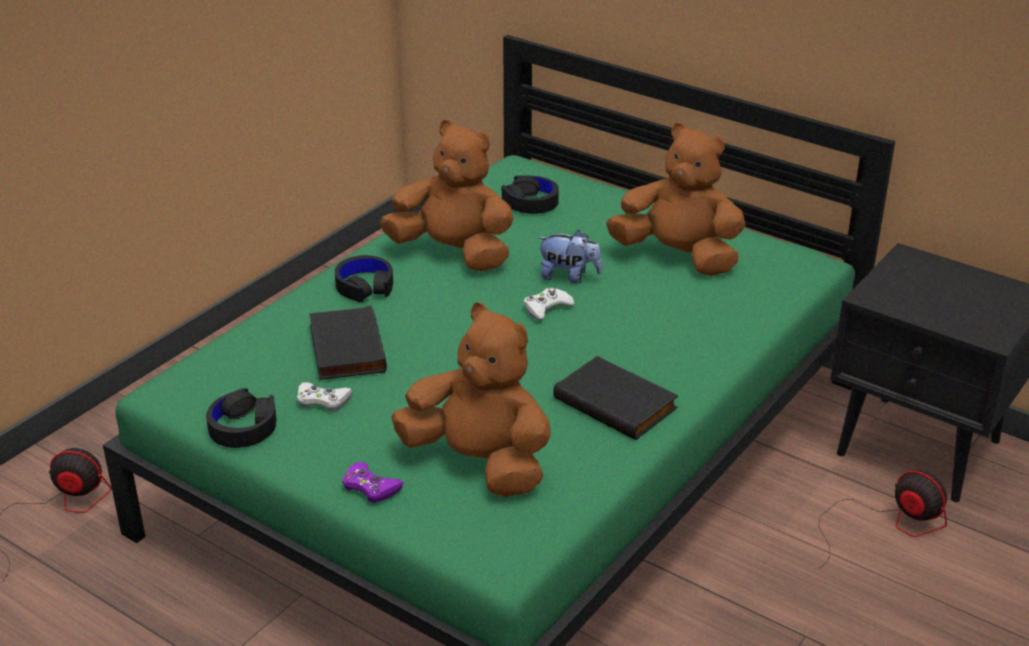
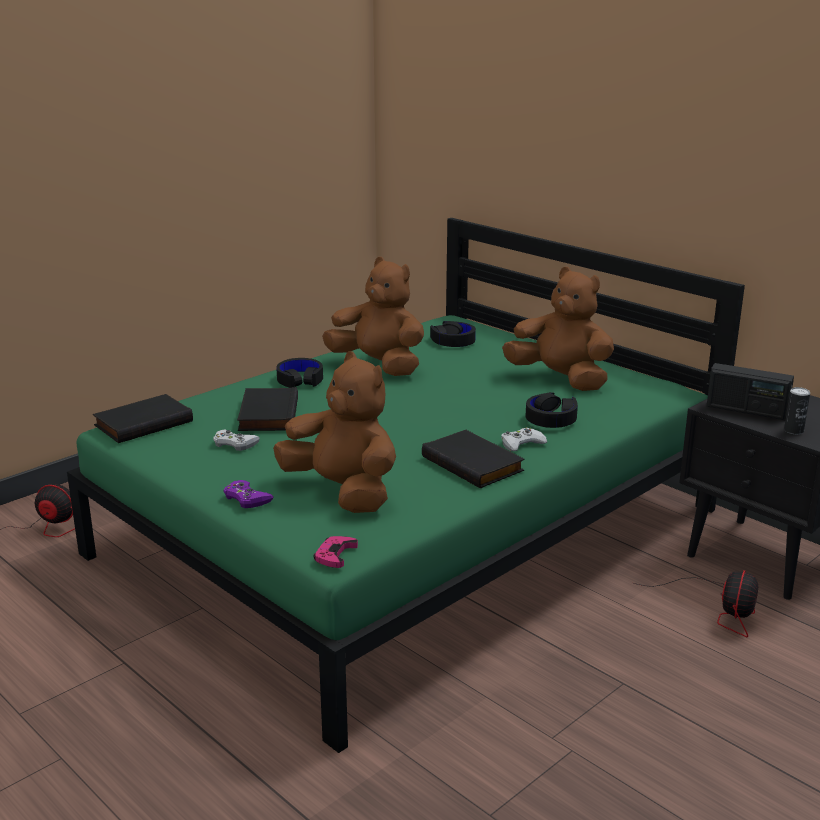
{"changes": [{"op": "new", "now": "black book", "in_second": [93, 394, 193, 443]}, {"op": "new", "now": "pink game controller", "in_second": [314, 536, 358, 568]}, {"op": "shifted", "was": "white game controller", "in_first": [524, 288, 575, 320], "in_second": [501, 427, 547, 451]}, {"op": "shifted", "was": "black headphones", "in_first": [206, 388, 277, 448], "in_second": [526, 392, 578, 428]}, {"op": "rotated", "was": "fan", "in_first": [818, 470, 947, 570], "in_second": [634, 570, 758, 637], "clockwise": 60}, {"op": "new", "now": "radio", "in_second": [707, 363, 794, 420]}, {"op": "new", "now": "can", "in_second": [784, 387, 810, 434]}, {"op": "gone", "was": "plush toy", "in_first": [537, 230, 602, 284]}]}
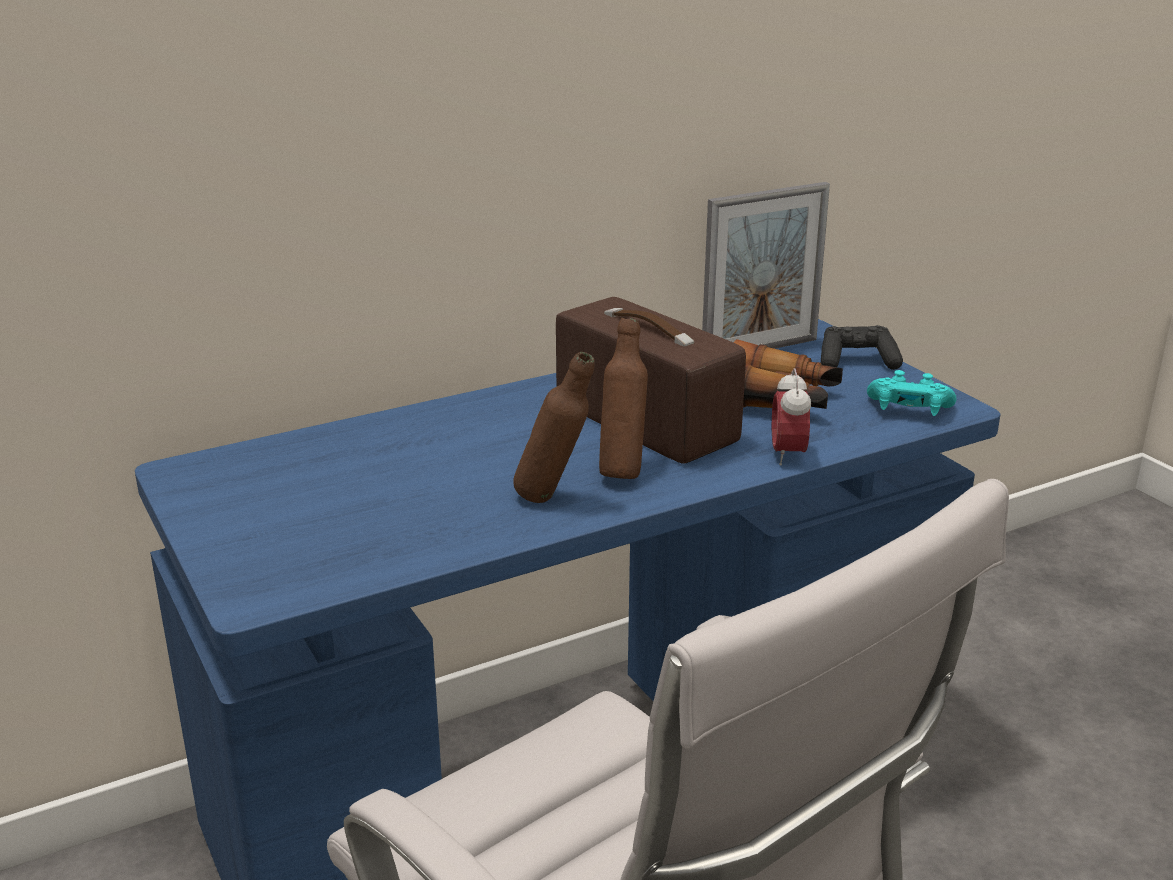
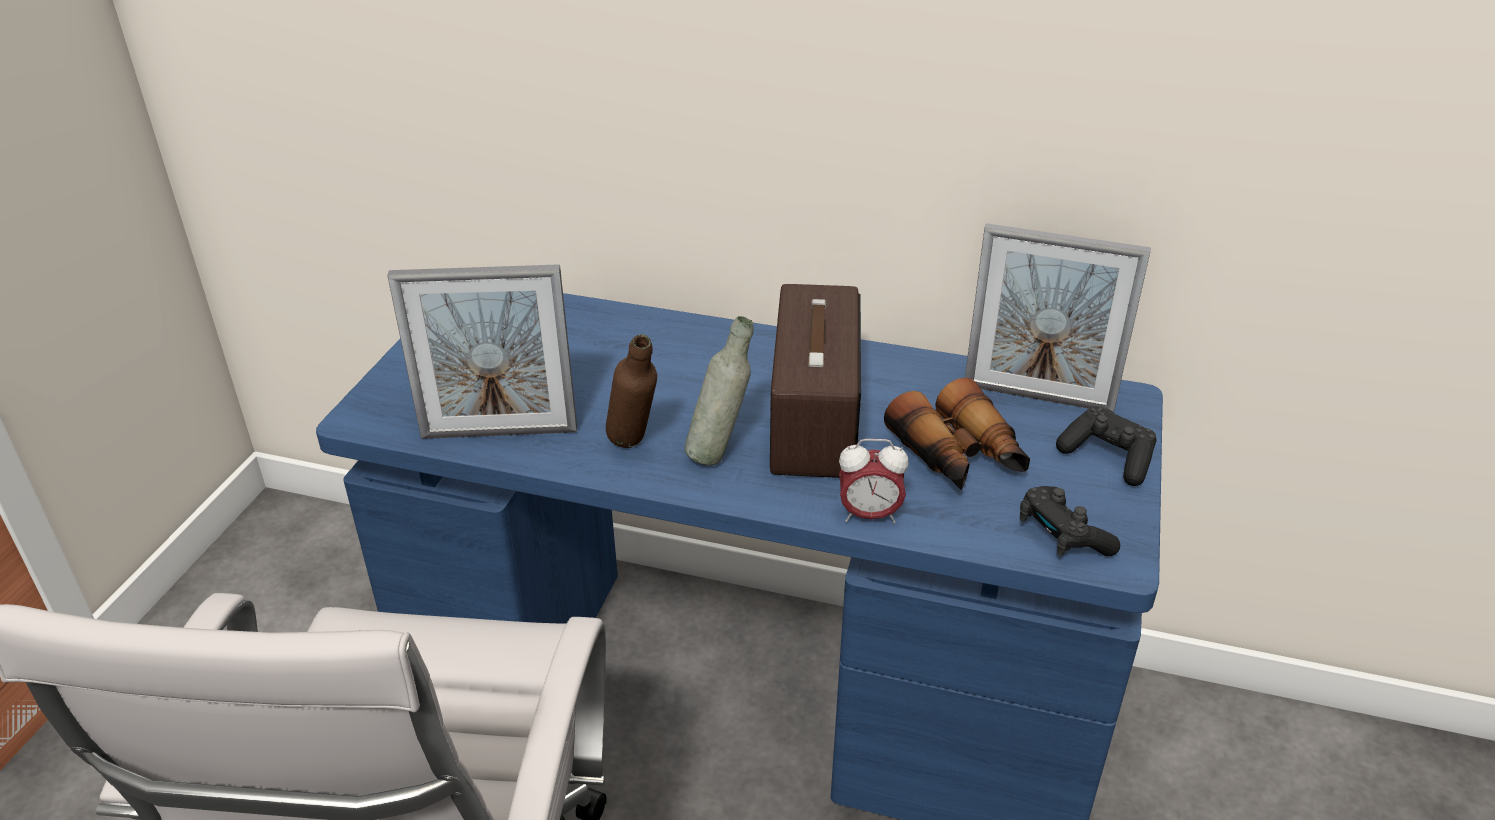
{"changes": [{"op": "new", "now": "picture frame", "in_second": [387, 264, 577, 439]}, {"op": "repainted", "was": "brown bottle", "now": "grey bottle", "in_first": [599, 318, 648, 479], "in_second": [684, 316, 753, 466]}, {"op": "rotated", "was": "alarm clock", "in_first": [772, 368, 811, 466], "in_second": [839, 439, 909, 523], "clockwise": -135}, {"op": "repainted", "was": "turquoise game controller", "now": "black game controller", "in_first": [867, 370, 957, 416], "in_second": [1020, 486, 1120, 556]}]}
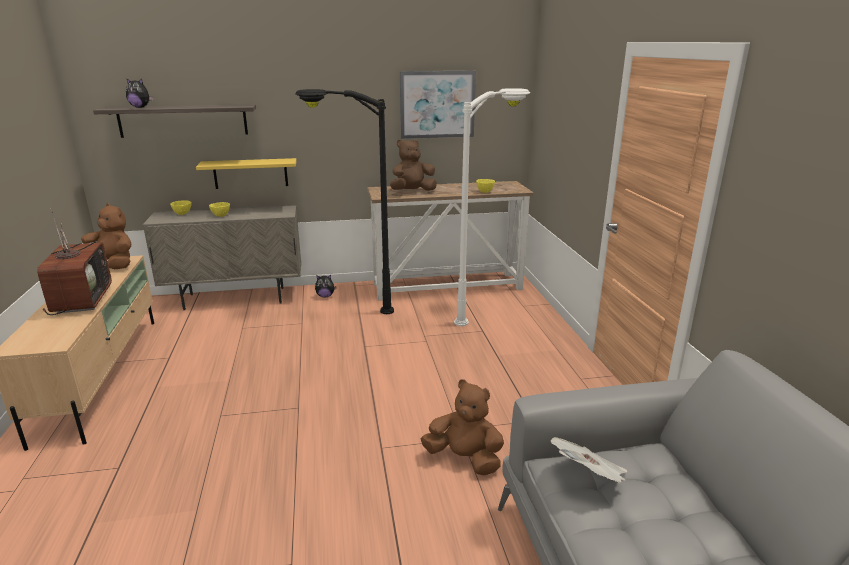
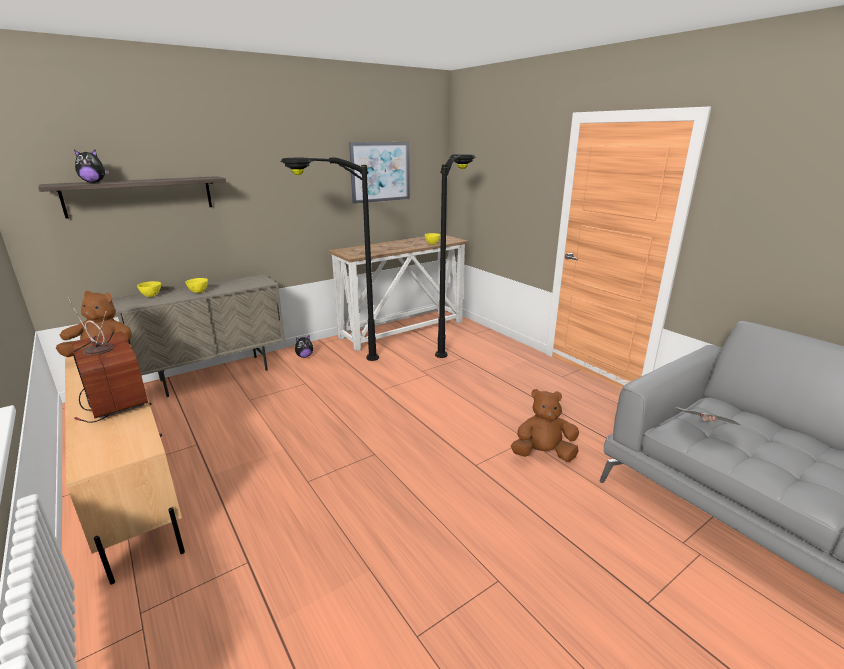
{"changes": [{"op": "repainted", "was": "white floor lamp", "now": "black floor lamp", "in_first": [454, 88, 530, 326], "in_second": [435, 154, 476, 358]}, {"op": "gone", "was": "yellow shelf", "in_first": [196, 158, 297, 189]}, {"op": "gone", "was": "brown plush toy", "in_first": [390, 140, 437, 191]}]}
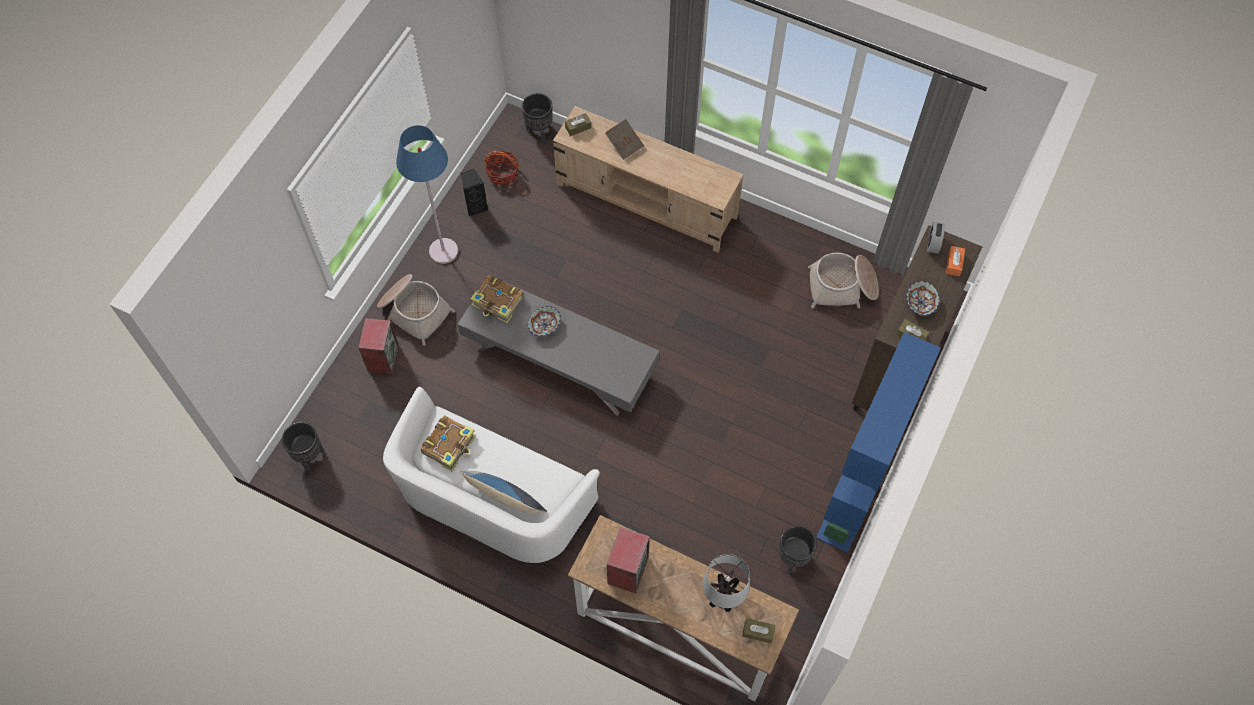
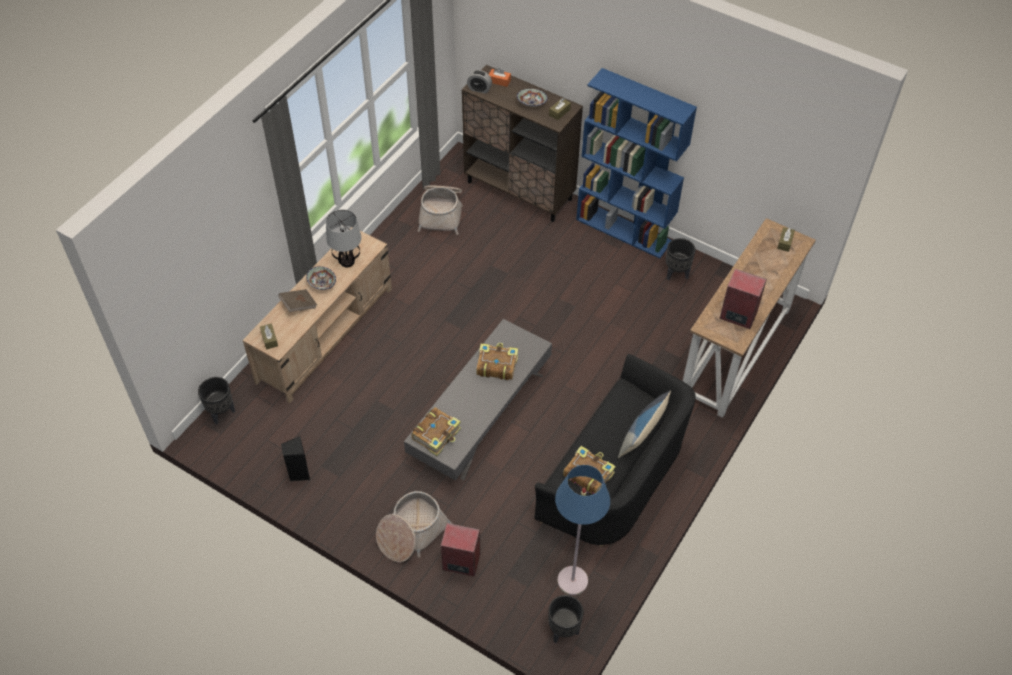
{"changes": [{"op": "shifted", "was": "bowl", "in_first": [528, 306, 561, 336], "in_second": [306, 266, 336, 290]}, {"op": "shifted", "was": "table lamp", "in_first": [702, 554, 750, 612], "in_second": [326, 210, 361, 267]}, {"op": "new", "now": "book", "in_second": [476, 343, 518, 380]}, {"op": "repainted", "was": "white sofa", "now": "black sofa", "in_first": [383, 387, 600, 563], "in_second": [535, 354, 696, 546]}, {"op": "shifted", "was": "blue floor lamp", "in_first": [396, 125, 458, 264], "in_second": [555, 465, 610, 595]}, {"op": "gone", "was": "basket", "in_first": [484, 151, 519, 186]}]}
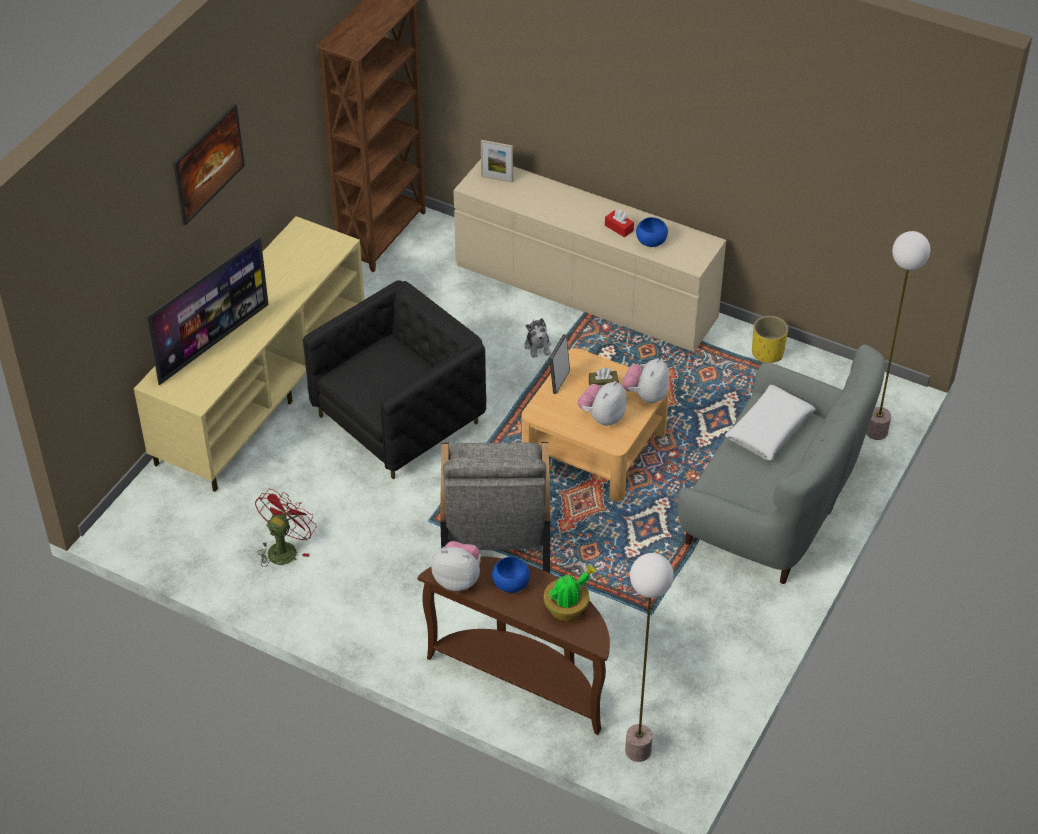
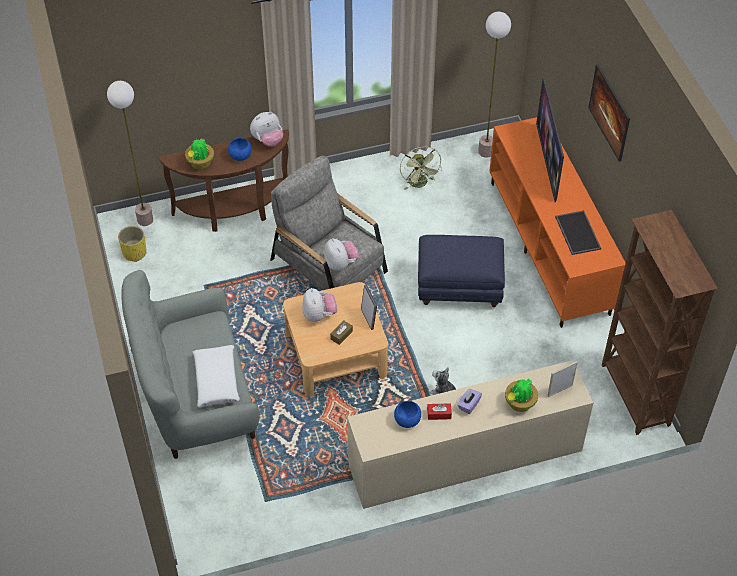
{"changes": [{"op": "shifted", "was": "yellow planter", "in_first": [752, 316, 788, 363], "in_second": [118, 226, 147, 262]}, {"op": "shifted", "was": "plush toy", "in_first": [622, 358, 669, 403], "in_second": [324, 238, 359, 271]}, {"op": "repainted", "was": "red fan", "now": "green fan", "in_first": [255, 489, 317, 567], "in_second": [400, 147, 442, 190]}, {"op": "swapped", "was": "black armchair", "now": "blue ottoman", "in_first": [303, 280, 486, 479], "in_second": [418, 235, 505, 307]}, {"op": "new", "now": "purple tissue box", "in_second": [457, 389, 482, 414]}, {"op": "shifted", "was": "floor lamp", "in_first": [866, 231, 930, 440], "in_second": [478, 12, 511, 158]}, {"op": "repainted", "was": "beige tv stand", "now": "orange tv stand", "in_first": [134, 216, 364, 492], "in_second": [489, 117, 626, 328]}, {"op": "new", "now": "potted plant", "in_second": [505, 379, 538, 412]}, {"op": "new", "now": "tray", "in_second": [555, 210, 601, 255]}]}
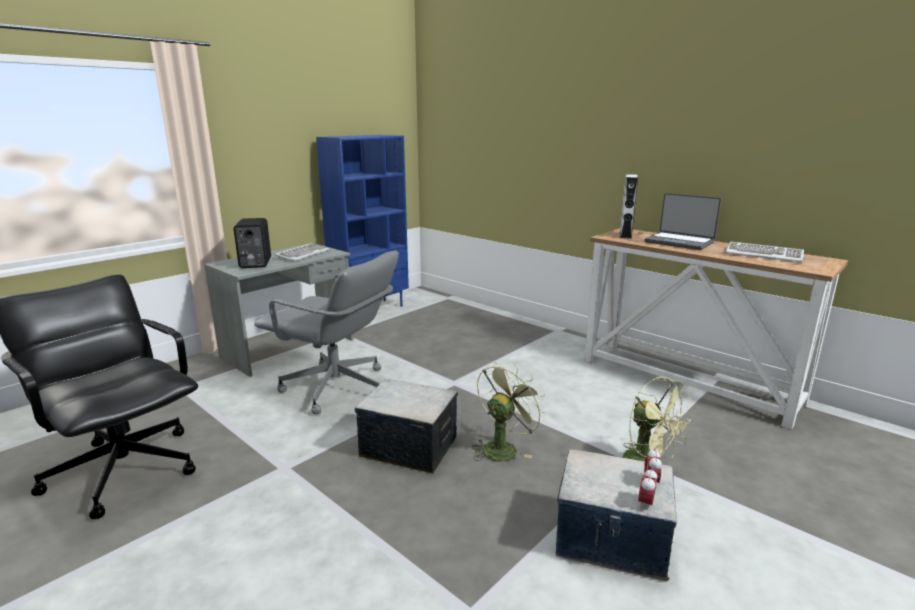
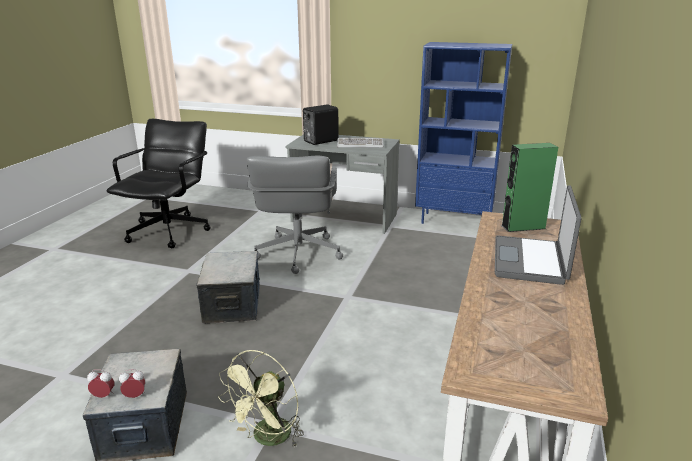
{"changes": [{"op": "repainted", "was": "grey speaker", "now": "green speaker", "in_first": [620, 174, 638, 239], "in_second": [501, 143, 558, 232]}, {"op": "gone", "was": "green fan", "in_first": [471, 362, 547, 462]}, {"op": "gone", "was": "keyboard", "in_first": [725, 242, 804, 262]}]}
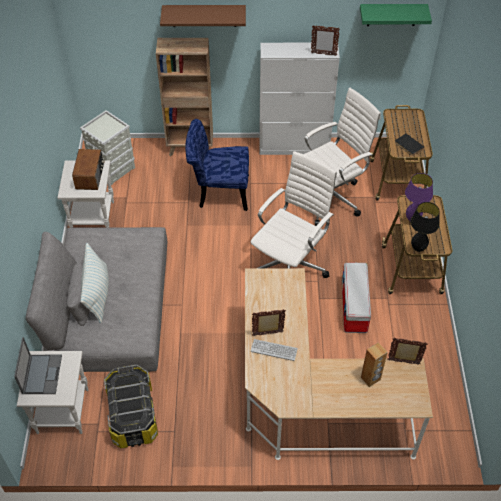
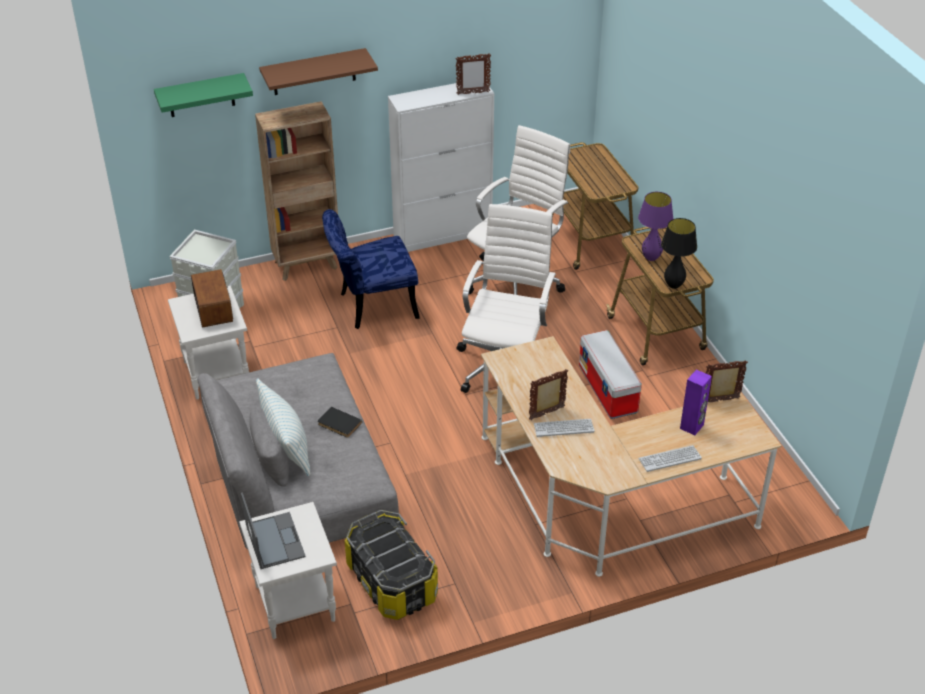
{"changes": [{"op": "shifted", "was": "green shelf", "in_first": [360, 4, 432, 26], "in_second": [154, 73, 253, 117]}, {"op": "shifted", "was": "black book", "in_first": [395, 134, 424, 156], "in_second": [318, 407, 362, 438]}, {"op": "new", "now": "keyboard", "in_second": [638, 445, 702, 472]}, {"op": "repainted", "was": "brown speaker", "now": "purple speaker", "in_first": [361, 343, 388, 387], "in_second": [680, 370, 712, 436]}]}
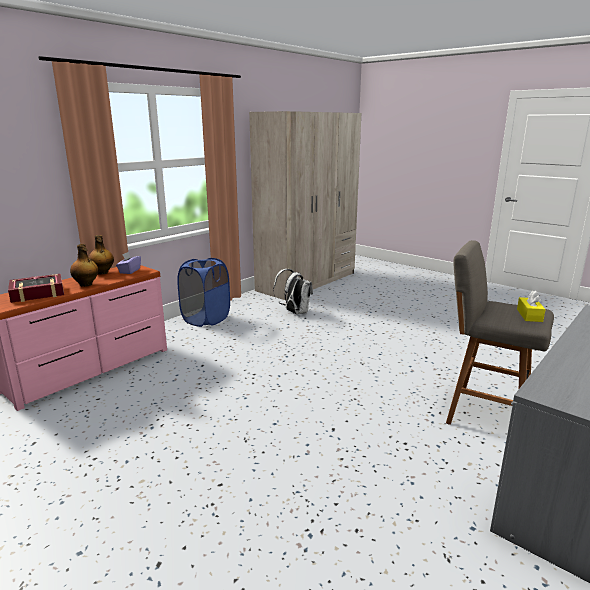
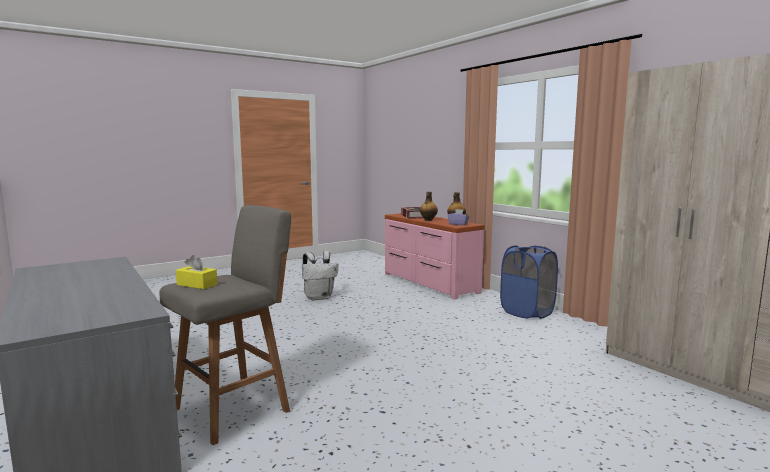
{"changes": [{"op": "shifted", "was": "white backpack", "in_first": [273, 269, 313, 314], "in_second": [302, 251, 339, 300]}]}
